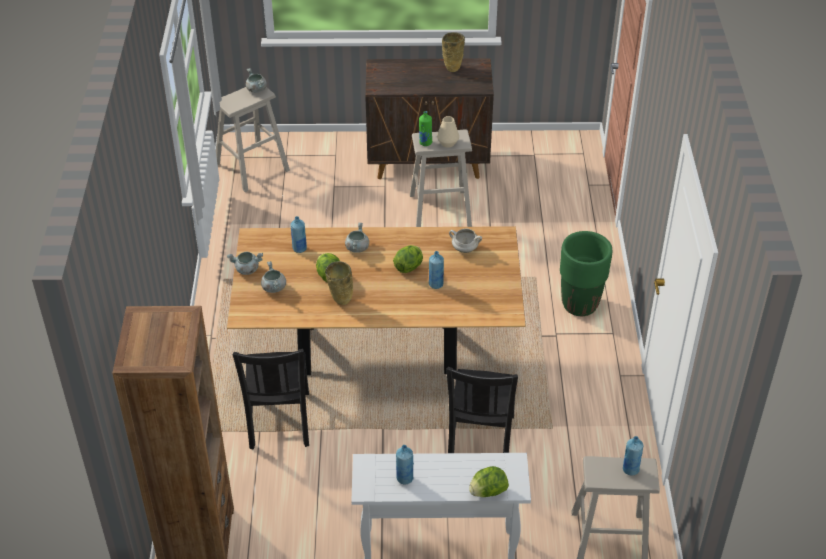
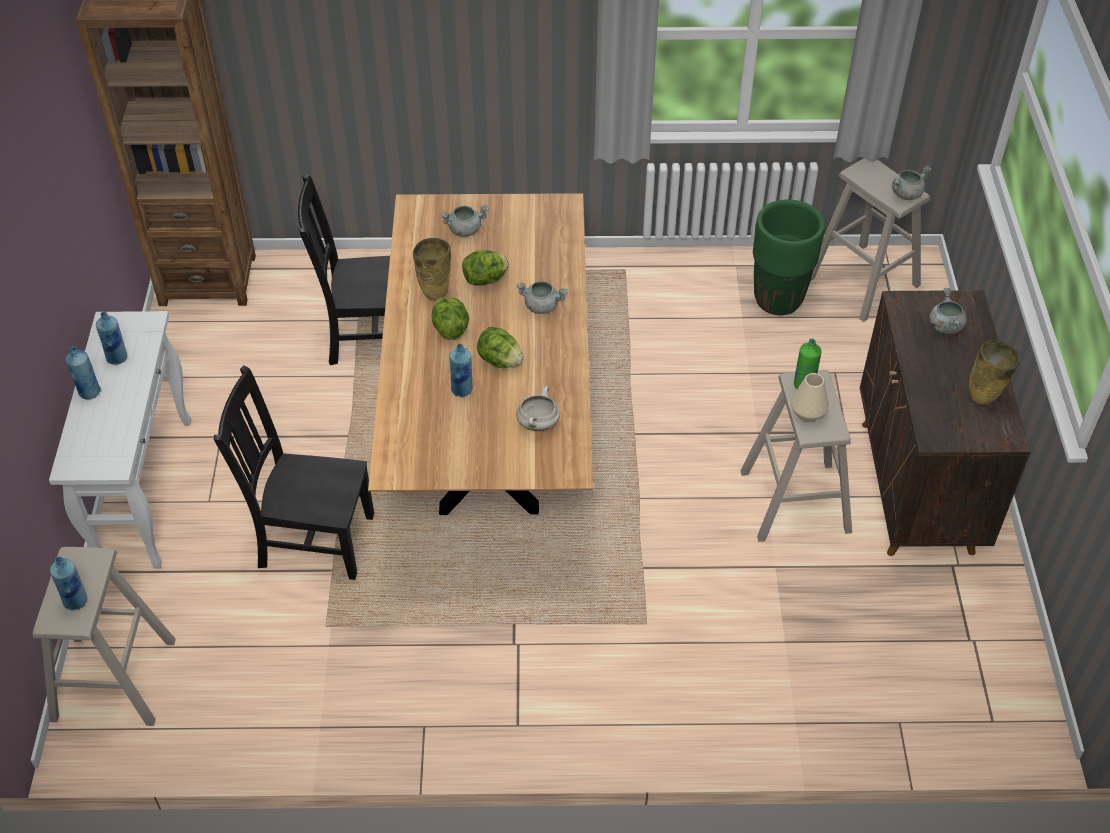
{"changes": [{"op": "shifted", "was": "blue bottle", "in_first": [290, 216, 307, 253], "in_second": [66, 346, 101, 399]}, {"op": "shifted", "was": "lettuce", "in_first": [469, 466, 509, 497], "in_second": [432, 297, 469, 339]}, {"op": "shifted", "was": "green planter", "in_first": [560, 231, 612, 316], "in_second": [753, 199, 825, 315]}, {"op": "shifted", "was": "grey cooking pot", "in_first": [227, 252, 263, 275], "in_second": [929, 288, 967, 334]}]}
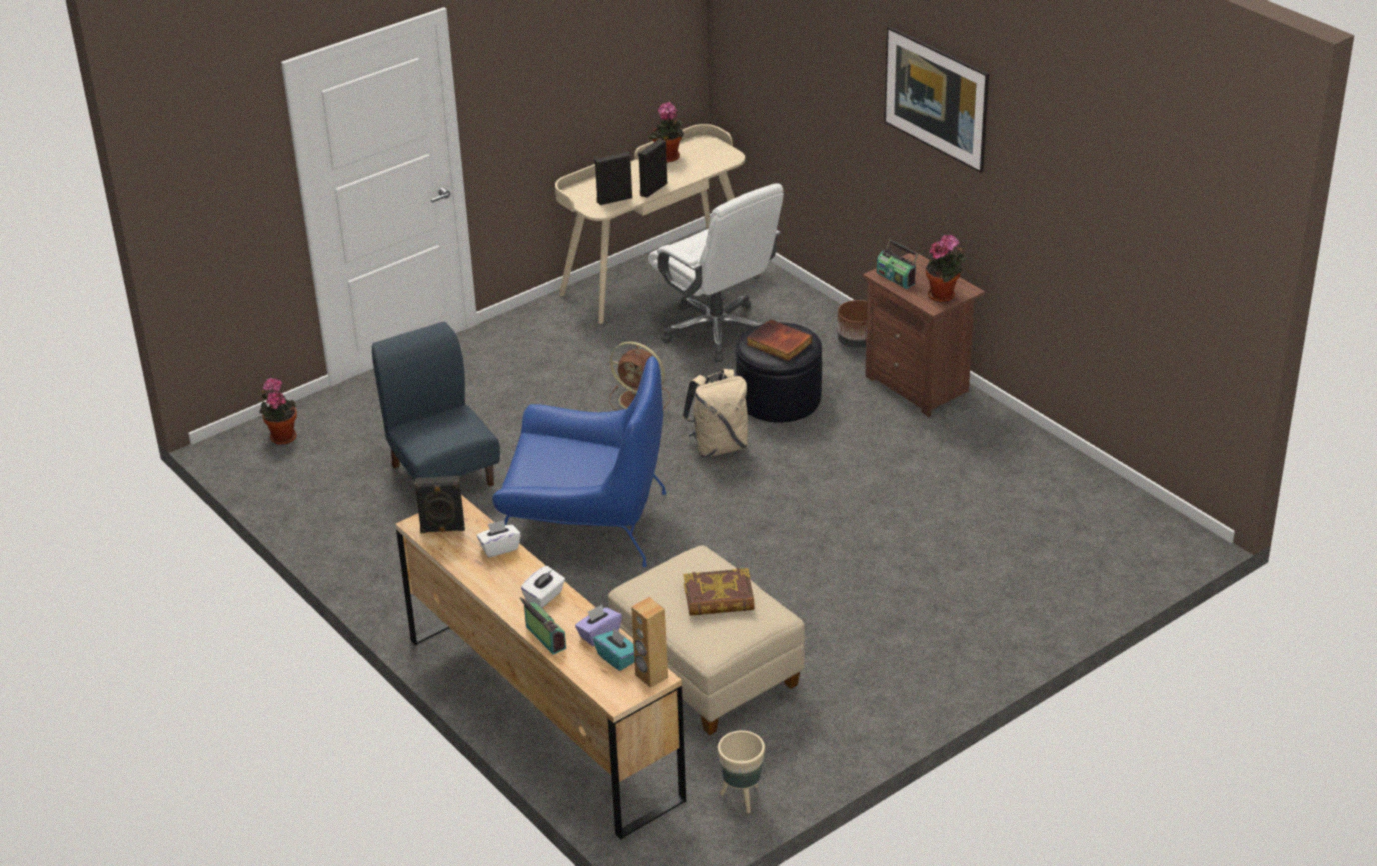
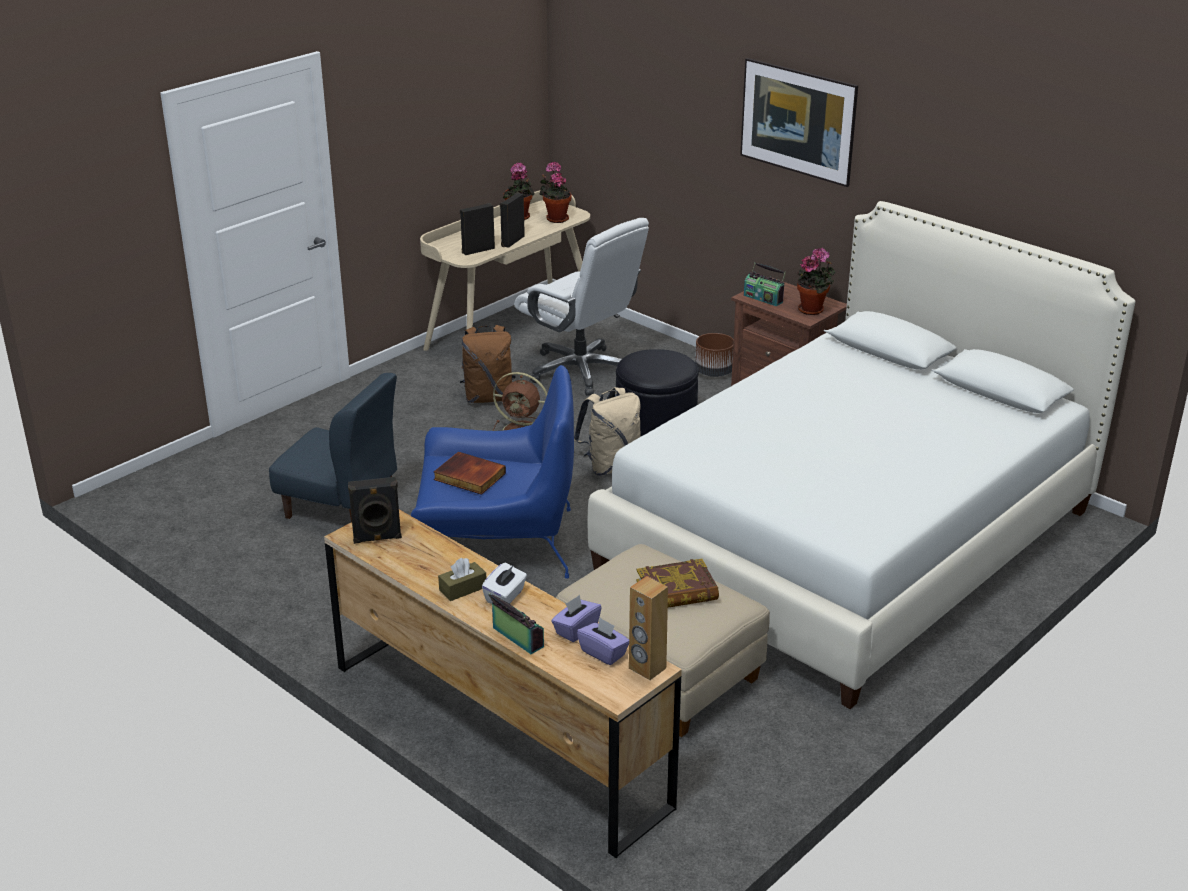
{"changes": [{"op": "rotated", "was": "blue chair", "in_first": [372, 322, 500, 487], "in_second": [269, 373, 397, 522], "clockwise": 150}, {"op": "shifted", "was": "book", "in_first": [747, 320, 813, 361], "in_second": [434, 452, 506, 495]}, {"op": "new", "now": "brown tissue box", "in_second": [438, 558, 486, 601]}, {"op": "new", "now": "brown backpack", "in_second": [460, 325, 516, 403]}, {"op": "shifted", "was": "potted plant", "in_first": [259, 378, 297, 445], "in_second": [540, 162, 572, 223]}, {"op": "repainted", "was": "turquoise tissue box", "now": "purple tissue box", "in_first": [593, 628, 634, 671], "in_second": [577, 618, 629, 665]}, {"op": "new", "now": "white bed", "in_second": [588, 201, 1136, 709]}, {"op": "gone", "was": "white tissue box", "in_first": [477, 520, 521, 557]}, {"op": "gone", "was": "beige planter", "in_first": [718, 731, 765, 813]}]}
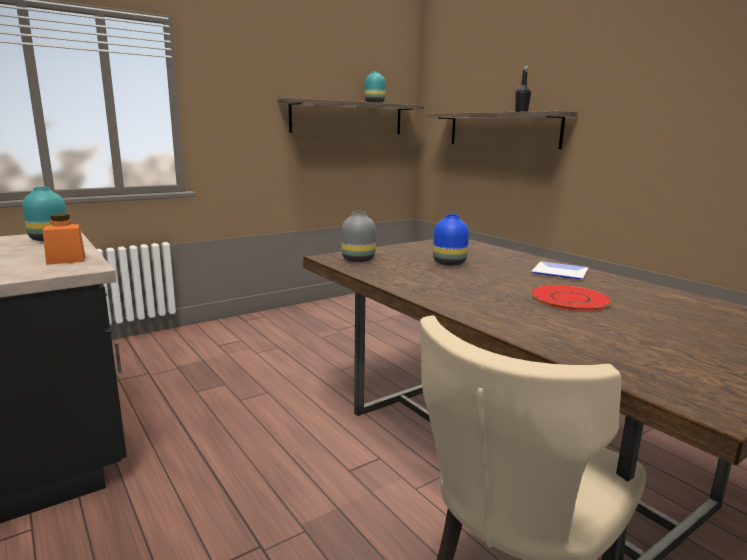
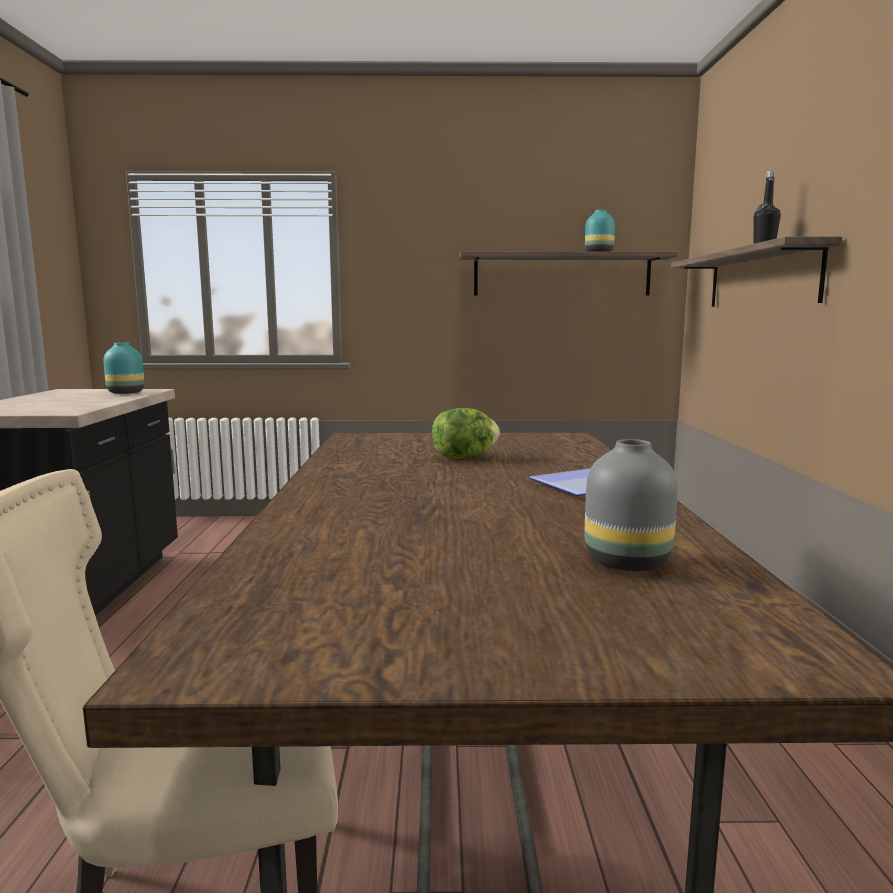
{"changes": [{"op": "swapped", "was": "blue vase", "now": "lettuce", "in_first": [433, 214, 469, 266], "in_second": [432, 408, 500, 458]}, {"op": "shifted", "was": "grey vase", "in_first": [341, 211, 376, 262], "in_second": [585, 439, 678, 571]}, {"op": "gone", "was": "orange jar", "in_first": [43, 214, 85, 265]}, {"op": "gone", "was": "red plate", "in_first": [531, 285, 612, 311]}]}
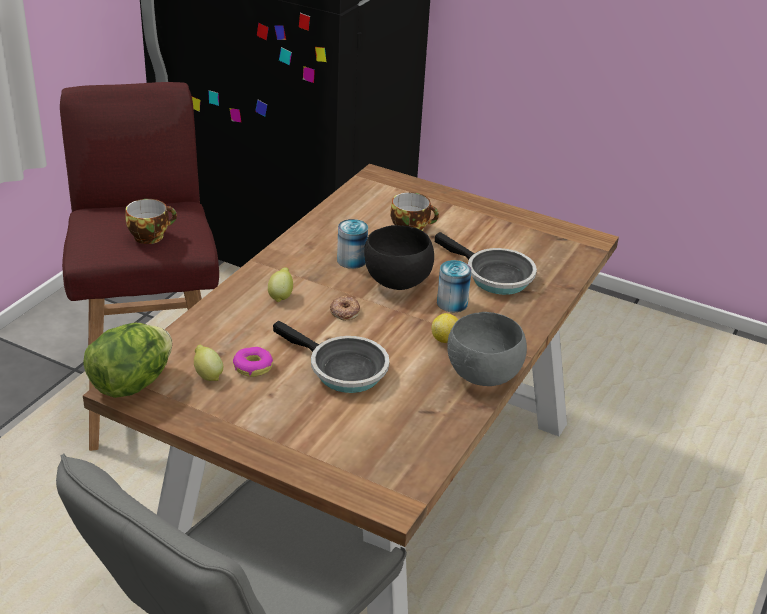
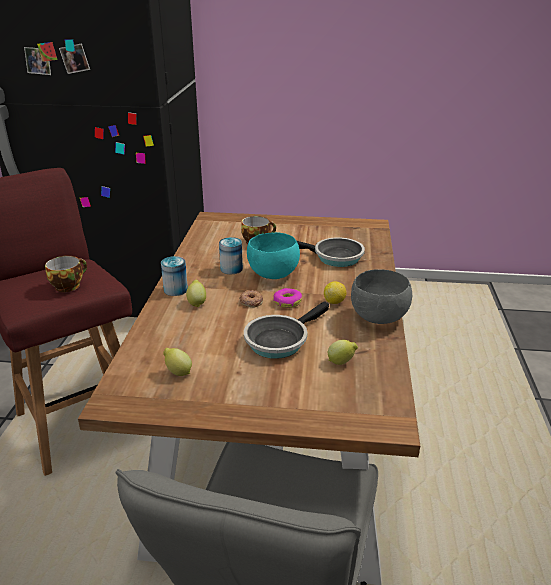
{"changes": [{"op": "shifted", "was": "can", "in_first": [437, 260, 472, 312], "in_second": [161, 256, 188, 296]}, {"op": "rotated", "was": "frying pan", "in_first": [273, 321, 390, 393], "in_second": [244, 301, 329, 359], "clockwise": 120}, {"op": "repainted", "was": "black bowl", "now": "turquoise bowl", "in_first": [364, 225, 434, 290], "in_second": [247, 232, 300, 279]}, {"op": "shifted", "was": "donut", "in_first": [233, 347, 273, 377], "in_second": [273, 288, 302, 308]}, {"op": "new", "now": "lemon", "in_second": [328, 340, 358, 365]}, {"op": "gone", "was": "lettuce", "in_first": [84, 323, 172, 398]}]}
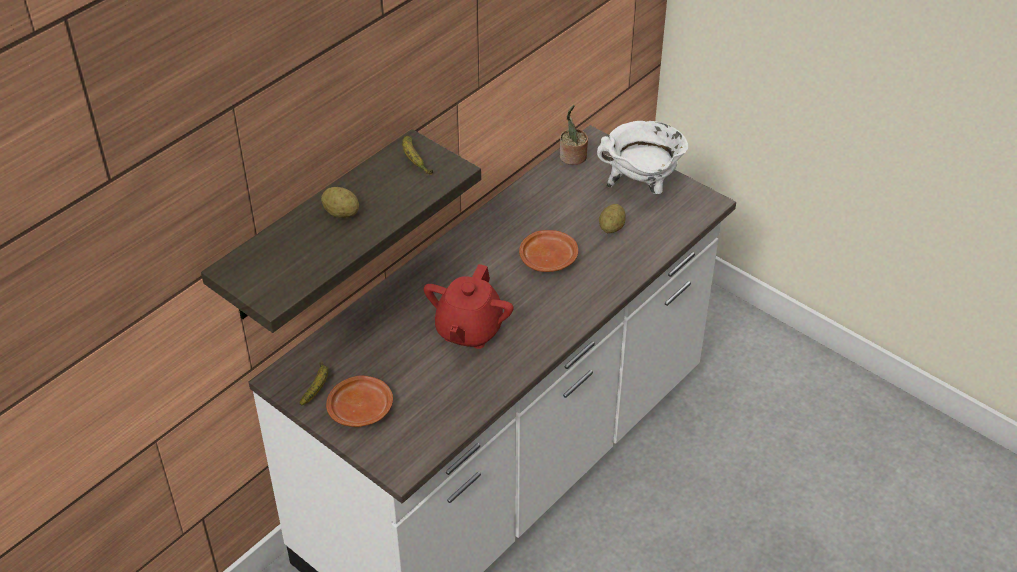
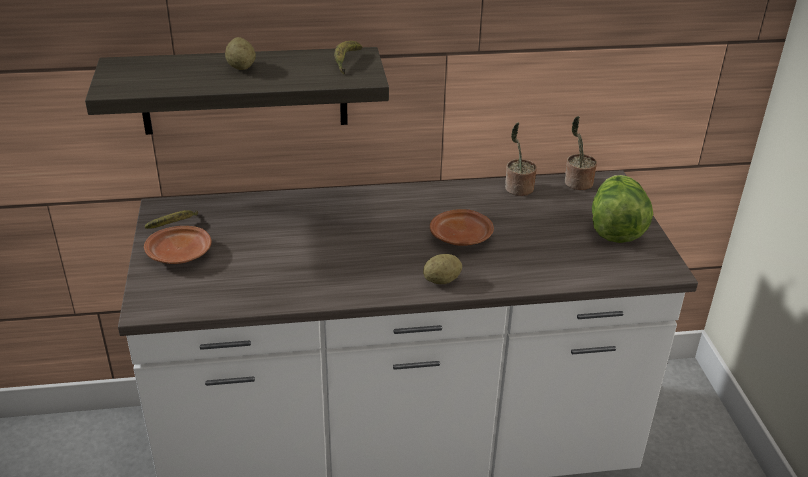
{"changes": [{"op": "shifted", "was": "potato", "in_first": [599, 204, 625, 233], "in_second": [423, 254, 462, 284]}, {"op": "new", "now": "potted plant", "in_second": [505, 122, 537, 196]}, {"op": "swapped", "was": "white cooking pot", "now": "lettuce", "in_first": [597, 121, 688, 194], "in_second": [592, 175, 653, 243]}, {"op": "gone", "was": "red teapot", "in_first": [424, 264, 513, 349]}]}
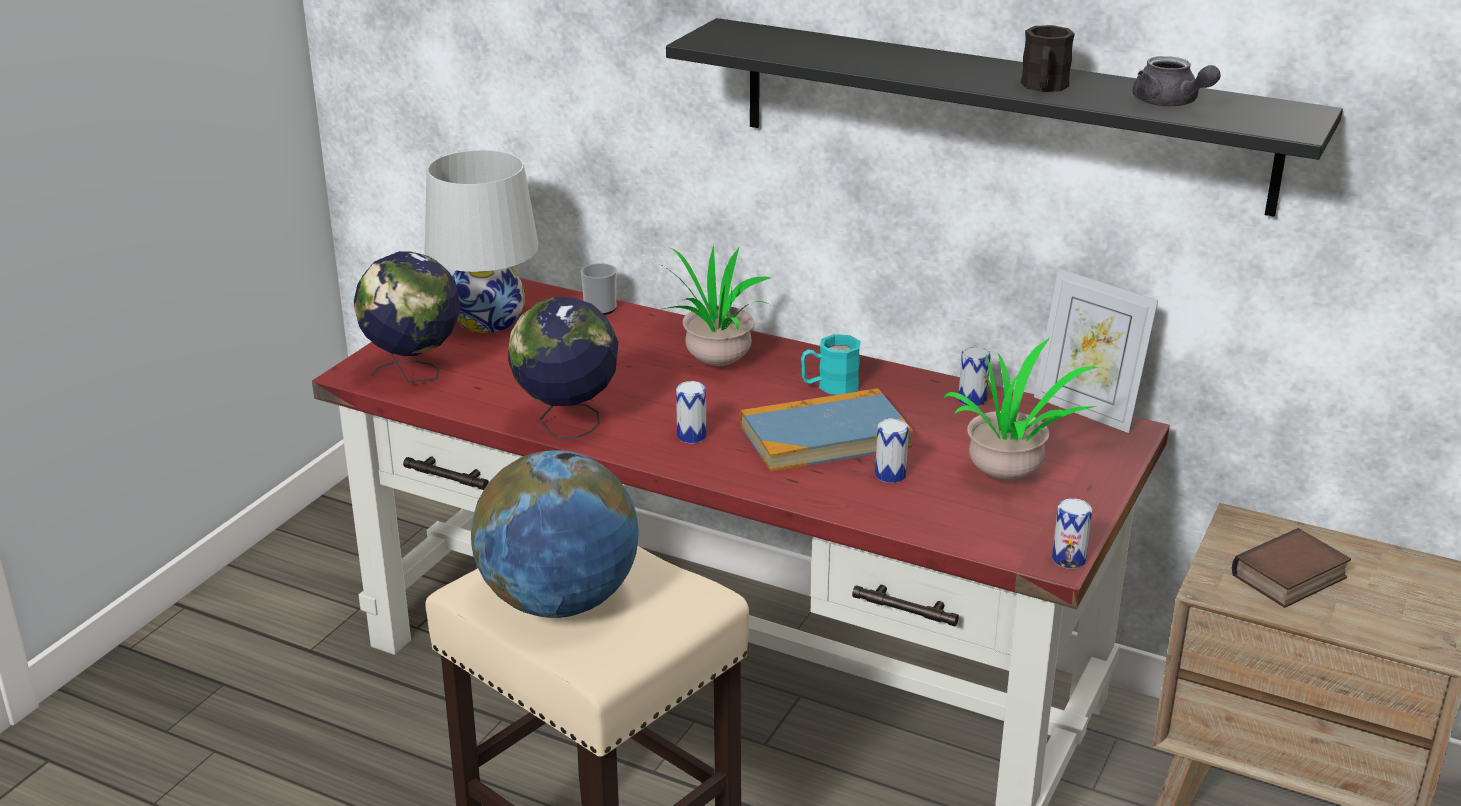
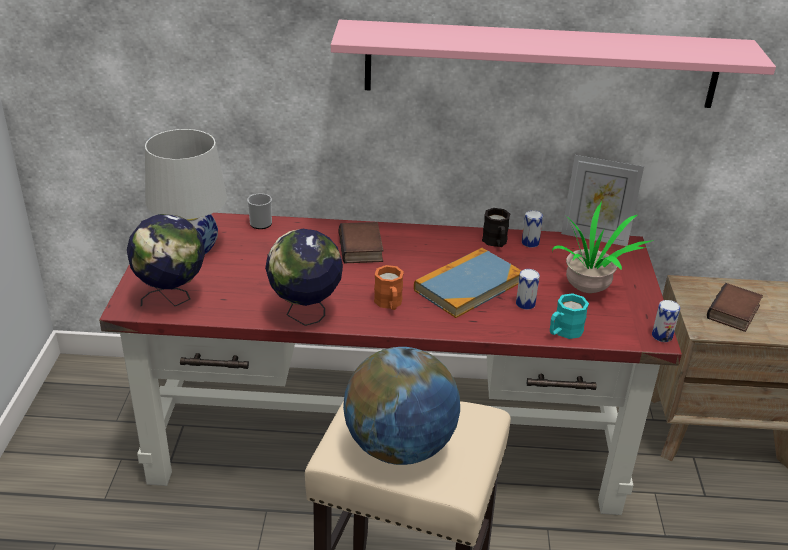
{"changes": [{"op": "repainted", "was": "black shelf", "now": "pink shelf", "in_first": [666, 18, 1343, 217], "in_second": [331, 20, 776, 108]}, {"op": "swapped", "was": "potted plant", "now": "book", "in_first": [658, 245, 771, 366], "in_second": [339, 222, 383, 264]}, {"op": "swapped", "was": "can", "now": "orange mug", "in_first": [676, 381, 706, 443], "in_second": [374, 265, 404, 310]}, {"op": "shifted", "was": "black mug", "in_first": [1021, 25, 1075, 92], "in_second": [482, 208, 510, 247]}, {"op": "shifted", "was": "turquoise mug", "in_first": [801, 334, 861, 395], "in_second": [550, 293, 589, 339]}, {"op": "gone", "was": "grey teapot", "in_first": [1133, 56, 1221, 106]}]}
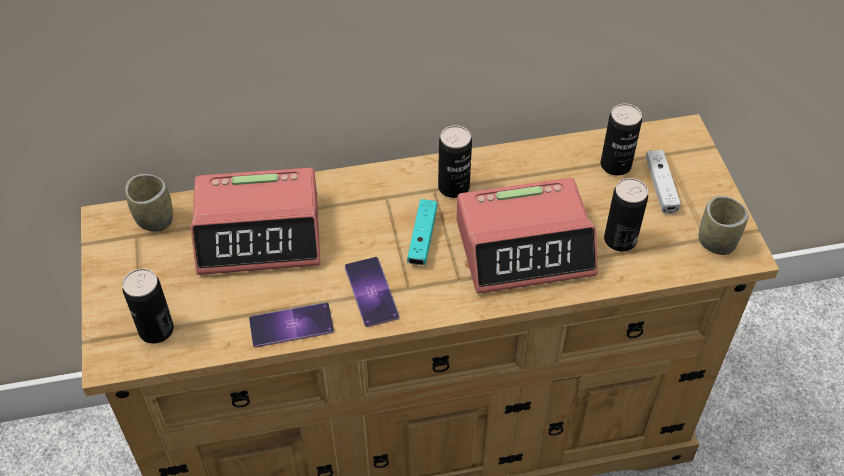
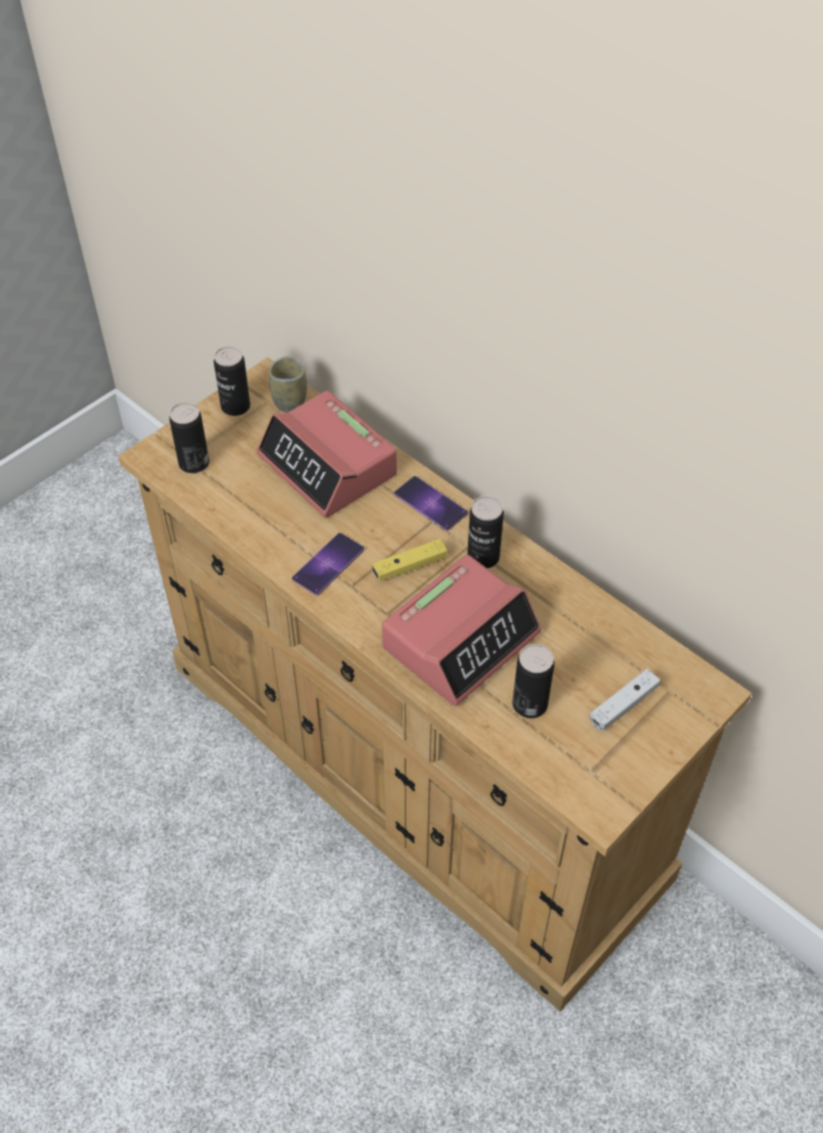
{"changes": [{"op": "shifted", "was": "can", "in_first": [601, 104, 642, 176], "in_second": [214, 346, 250, 416]}, {"op": "repainted", "was": "turquoise game controller", "now": "yellow game controller", "in_first": [407, 199, 437, 265], "in_second": [372, 539, 447, 581]}, {"op": "rotated", "was": "alarm clock", "in_first": [457, 178, 598, 294], "in_second": [382, 555, 541, 706], "clockwise": -90}, {"op": "shifted", "was": "phone", "in_first": [249, 302, 334, 348], "in_second": [394, 476, 468, 531]}, {"op": "gone", "was": "cup", "in_first": [698, 196, 749, 255]}]}
